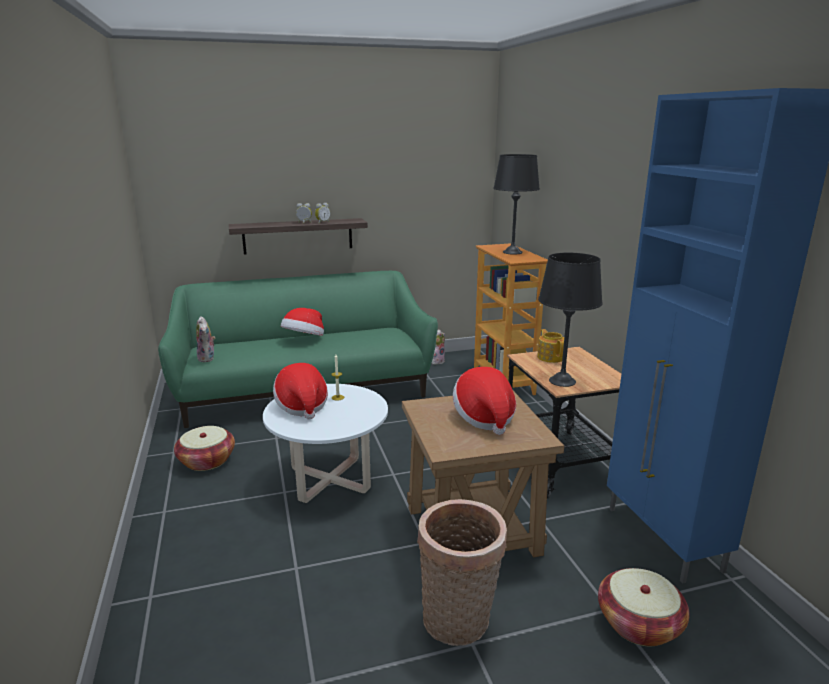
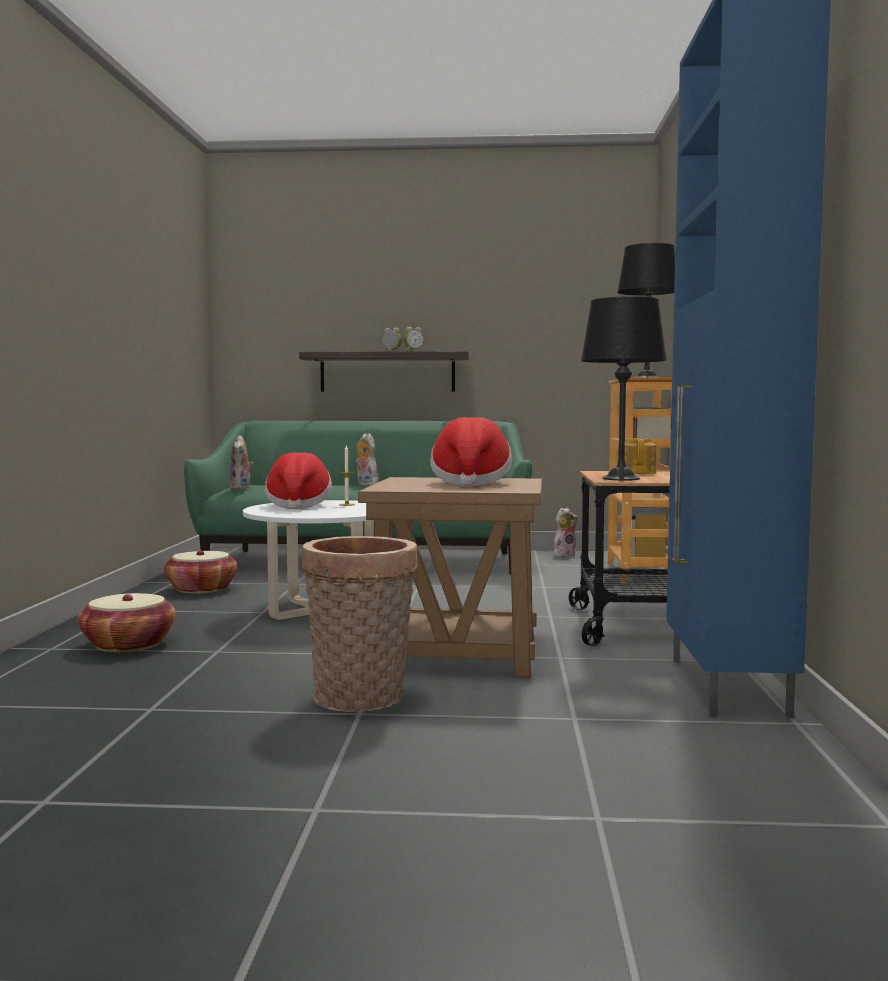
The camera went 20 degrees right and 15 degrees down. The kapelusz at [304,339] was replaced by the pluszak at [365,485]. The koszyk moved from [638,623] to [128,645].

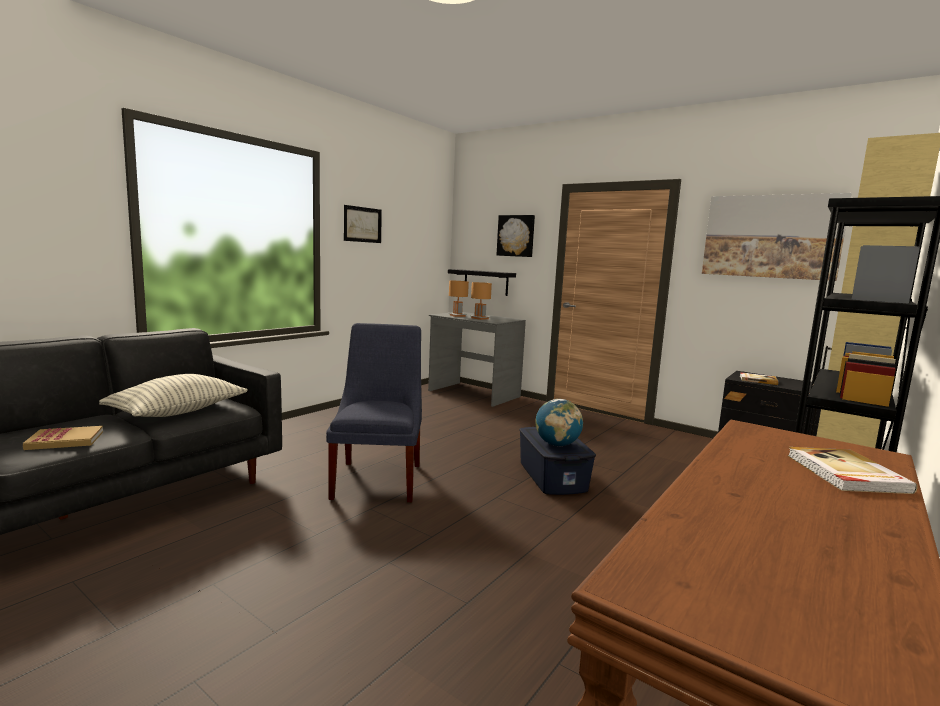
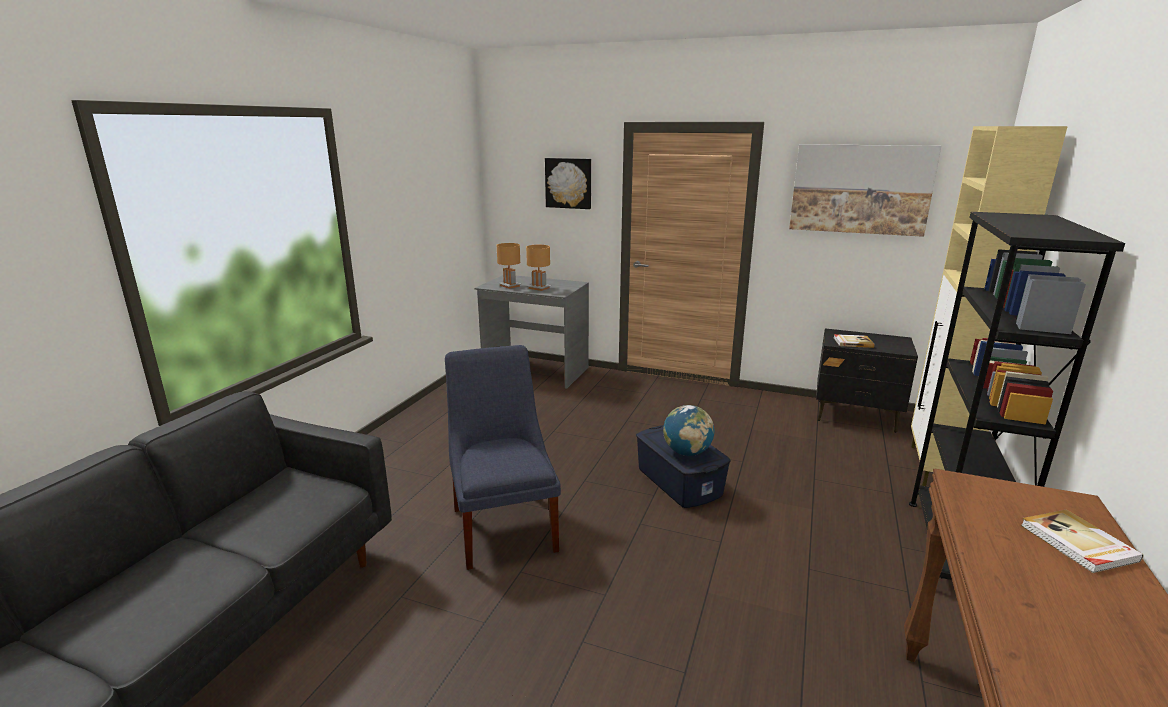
The camera went 15 degrees left and 10 degrees up. The książka at [65,440] disappeared. The poduszka at [178,412] disappeared. The obraz at [362,224] disappeared. The półka/czarny at [486,282] disappeared.

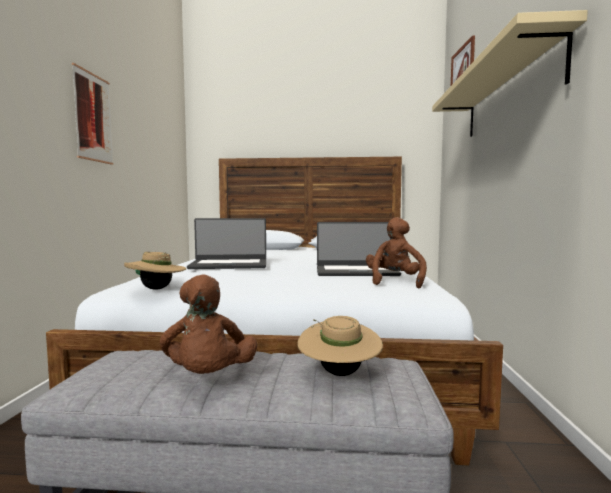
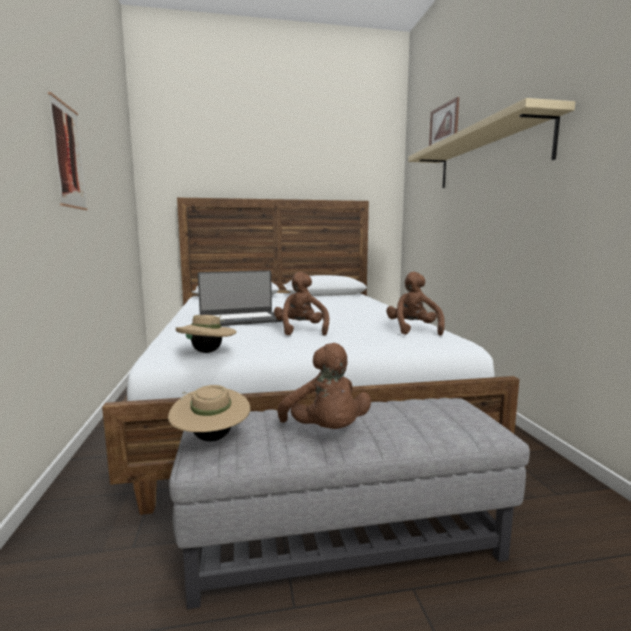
The camera went 15 degrees left and 5 degrees up. The kapelusz/beżowy moved from [339,373] to [211,438]. The laptop at [356,271] disappeared. The pluszak/brązowy at [301,331] appeared.

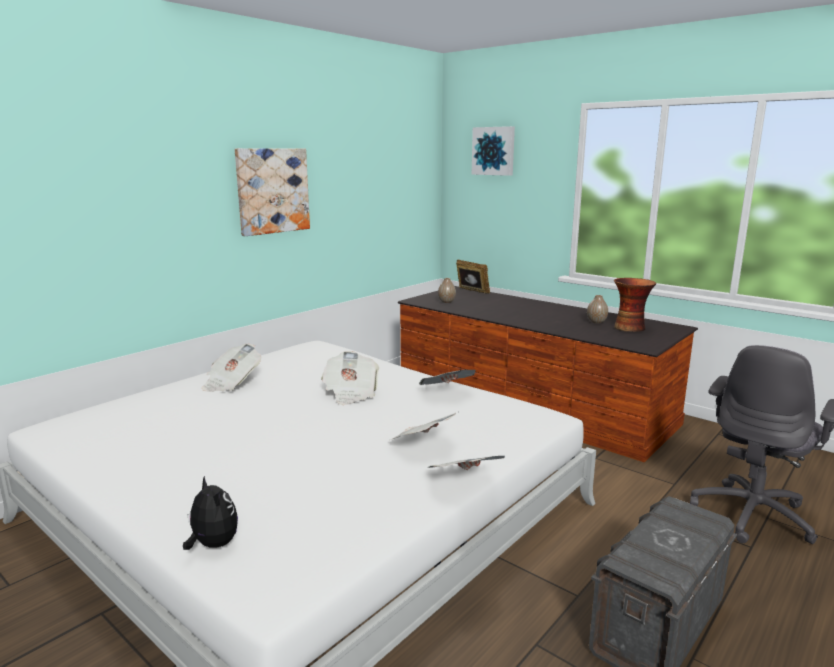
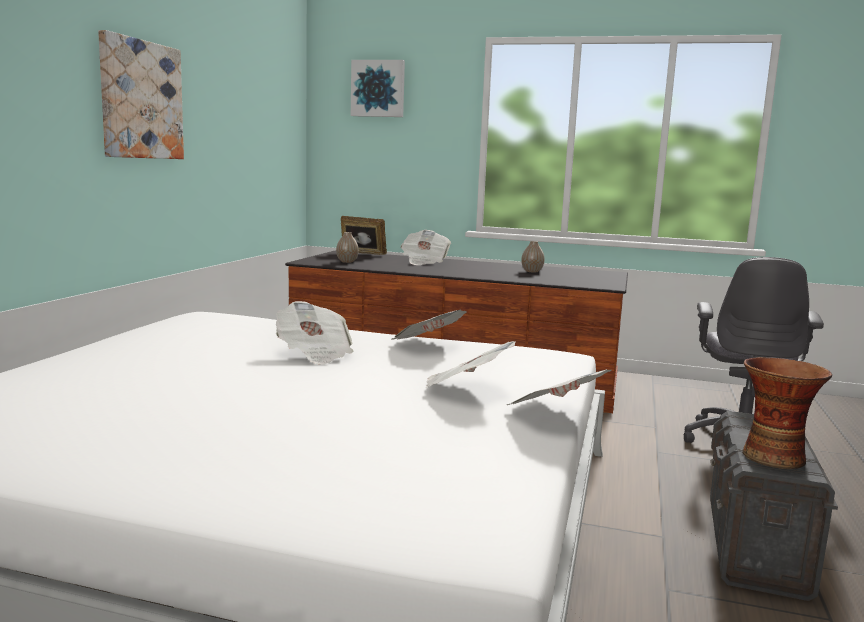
The camera went 25 degrees left and 5 degrees down. The pluszak at [213,544] disappeared. The gazeta moved from [231,383] to [424,262]. The wazon moved from [630,328] to [773,456].

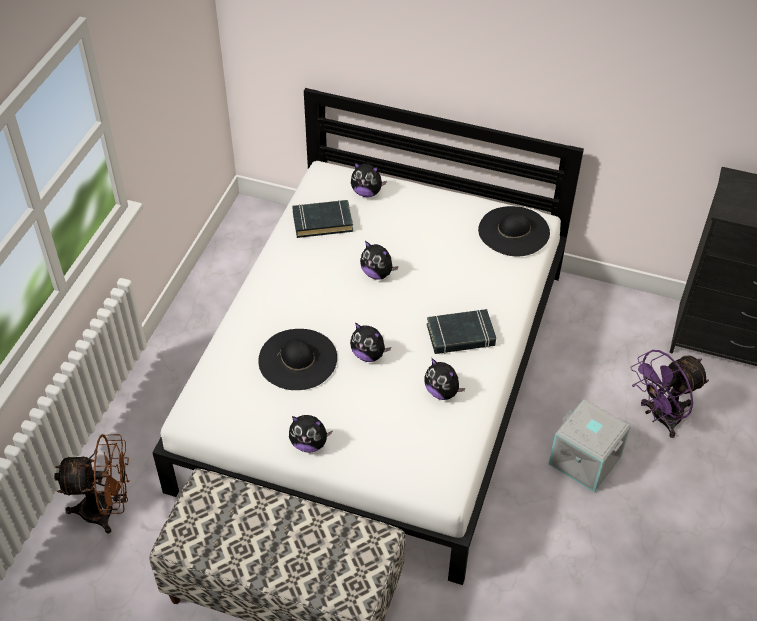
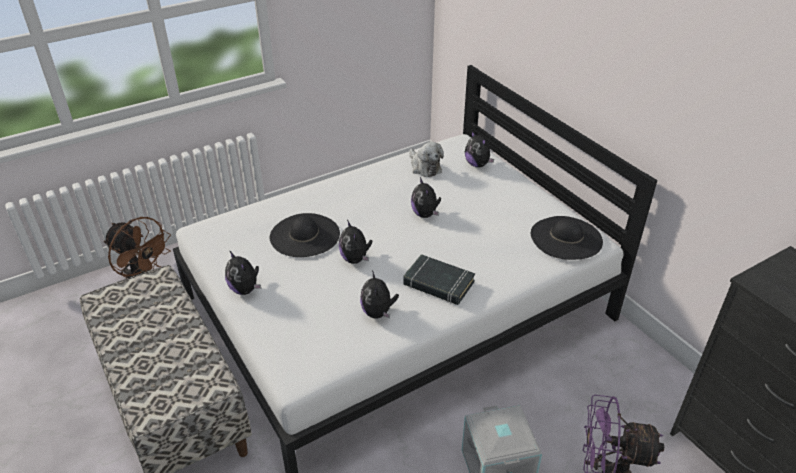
The camera went 40 degrees right and 10 degrees down. The książka/czarny at [322,222] was replaced by the pluszak at [424,167].

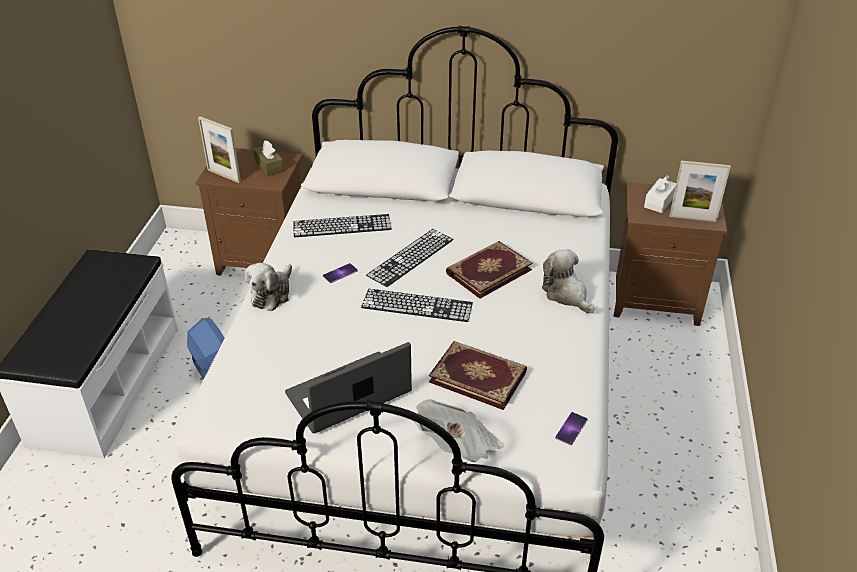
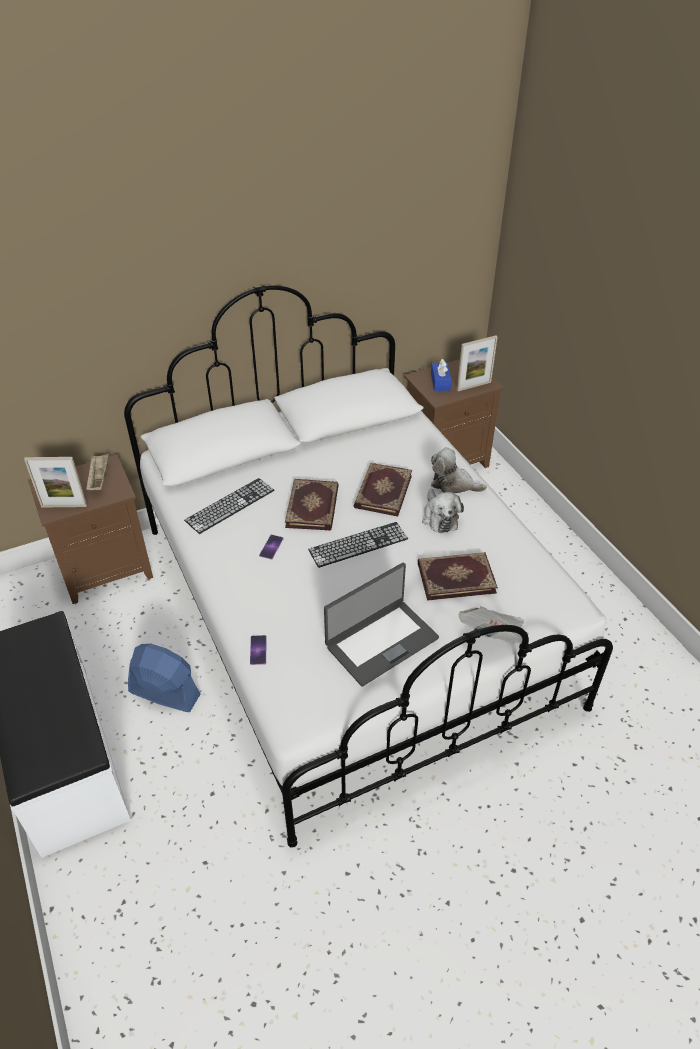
The camera went 35 degrees left and 5 degrees up. The pluszak moved from [272,294] to [439,517]. The pudełko chusteczek/brązowy at [269,166] was replaced by the taca/beżowy at [99,479]. The laptop at [349,394] turned 150 degrees counterclockwise. The klawiatura at [410,257] was replaced by the książka at [313,507]. The telefon moved from [571,428] to [258,650]. The pudełko chusteczek/biały at [659,202] became the pudełko chusteczek/niebieski at [440,382].

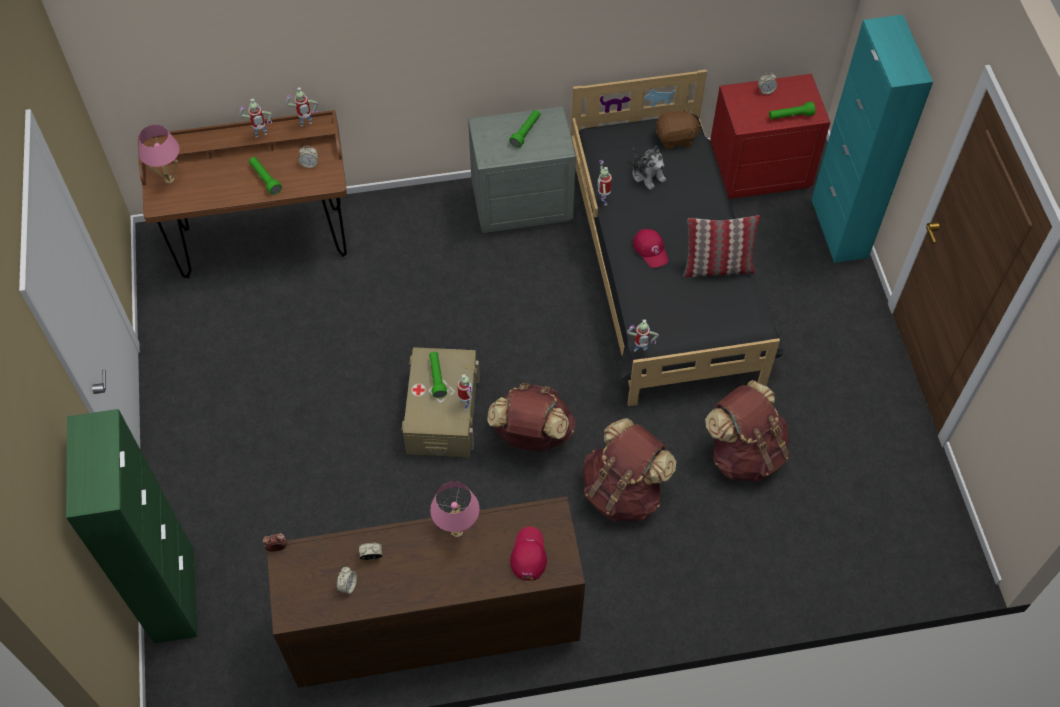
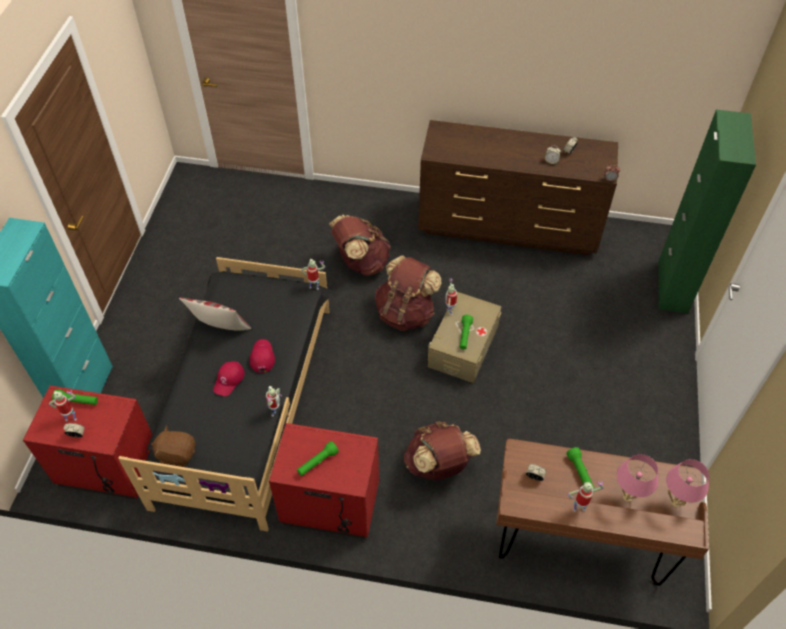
The camera went 160 degrees left and 5 degrees down. The robot zabawkowy moved from [306,125] to [71,418]. The lampa stołowa/różowy moved from [457,532] to [627,497]. The szafka nocna/szary at [521,203] became the szafka nocna/czerwony at [330,505]. The czapka z daszkiem/czerwony moved from [528,554] to [229,380]. The pluszak at [647,175] disappeared. The plecak/brązowy moved from [744,453] to [439,465].

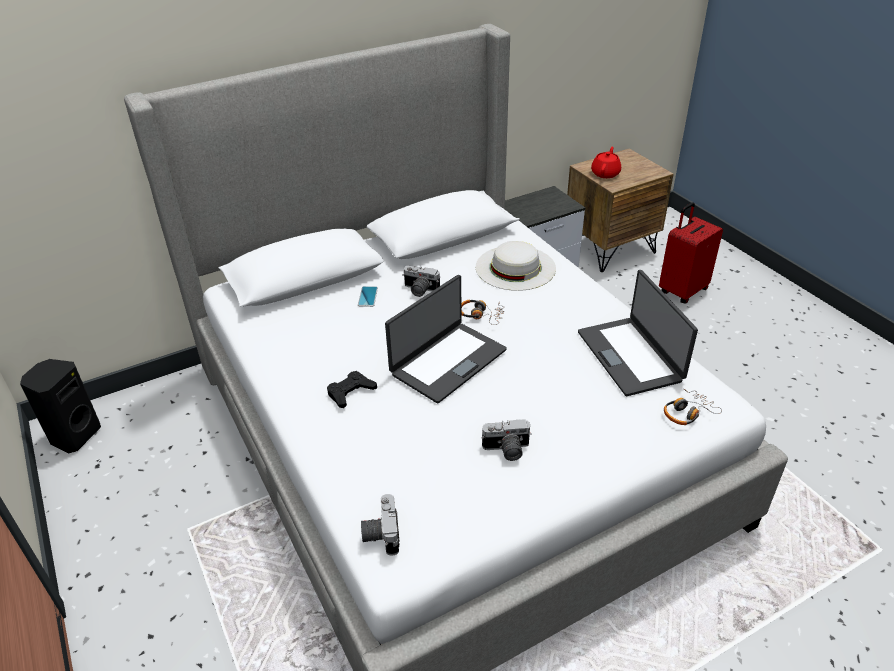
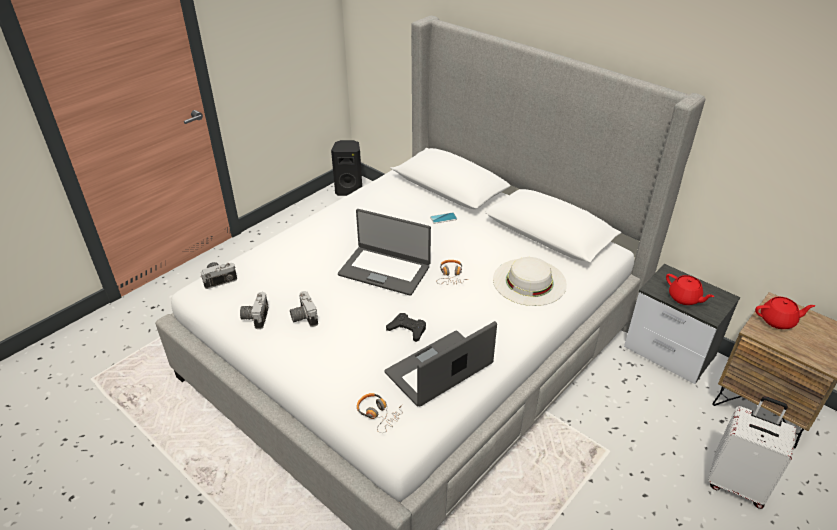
The camera went 70 degrees right and 0 degrees up. The pad do gier/czarny moved from [350,392] to [407,329]. The aparat fotograficzny moved from [419,290] to [255,317]. The walizka/czerwony at [682,291] became the walizka/biały at [736,483]. The imbryk/czerwony at [684,298] appeared.

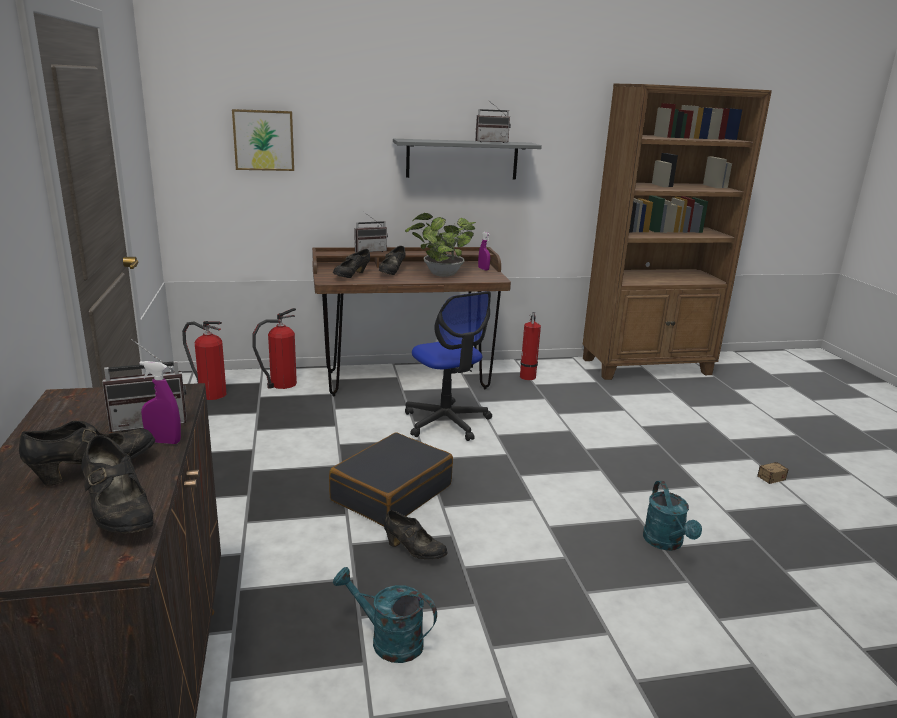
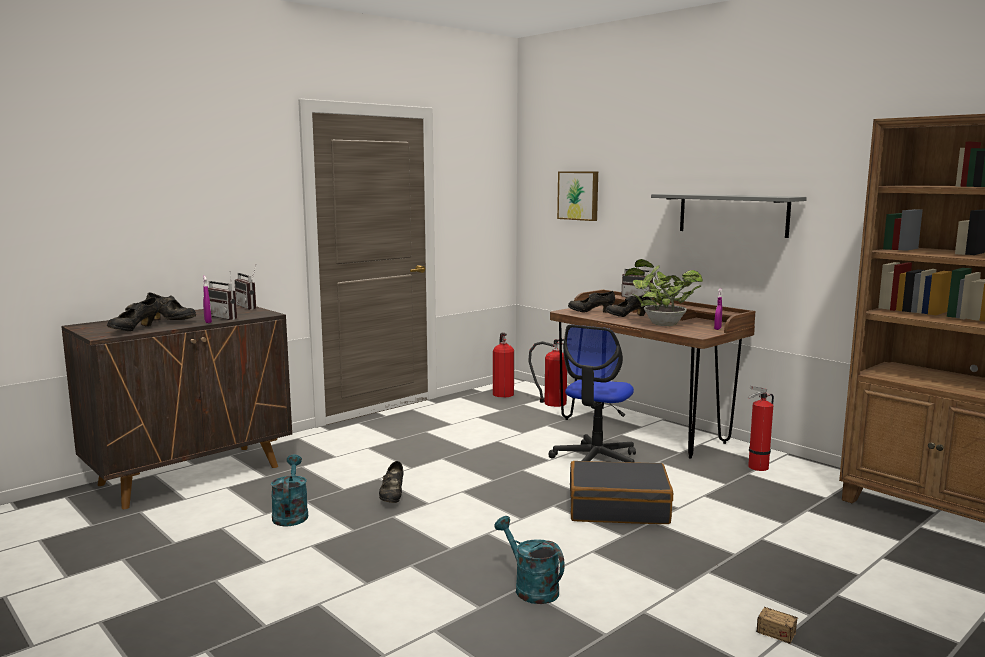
The camera went 60 degrees right and 10 degrees down. The walizka/czarny moved from [391,492] to [618,507]. The radio moved from [491,142] to [250,307]. The konewka/turkusowy at [666,543] turned 90 degrees clockwise.

